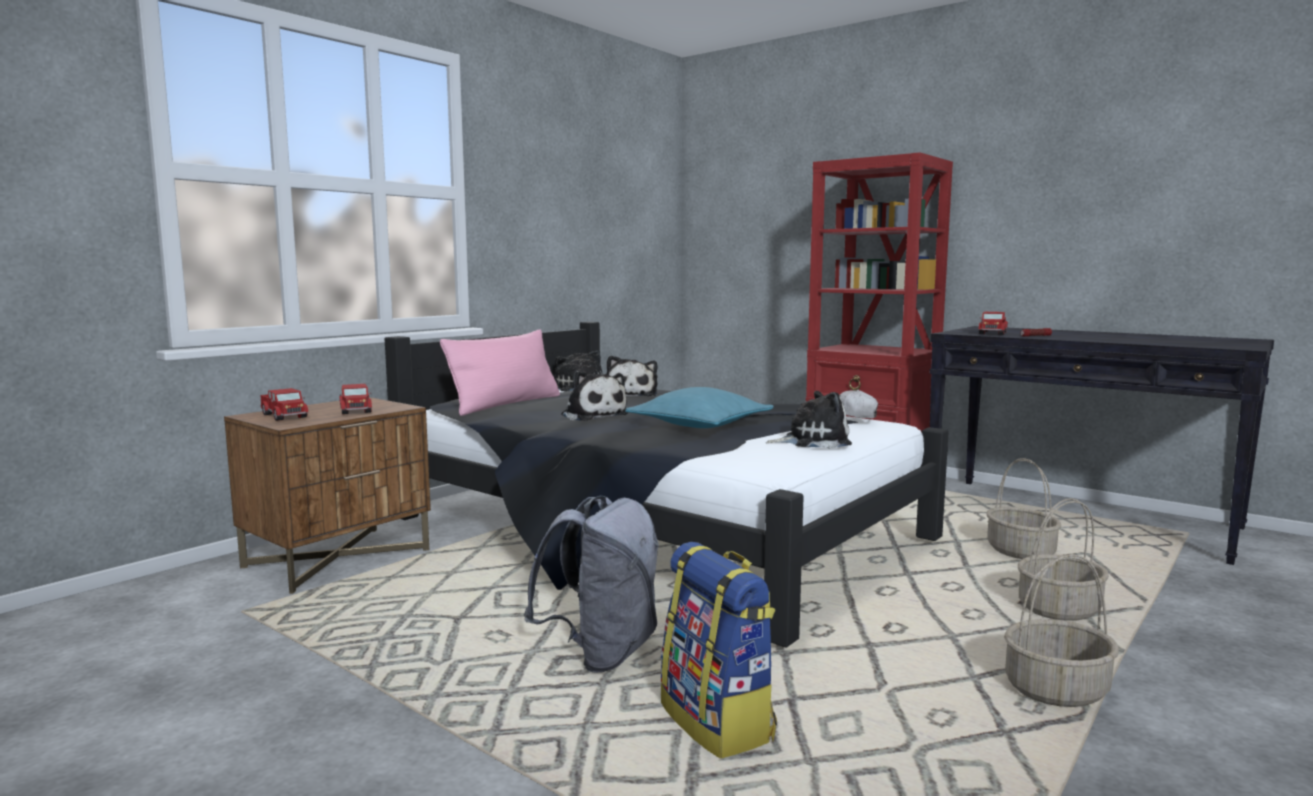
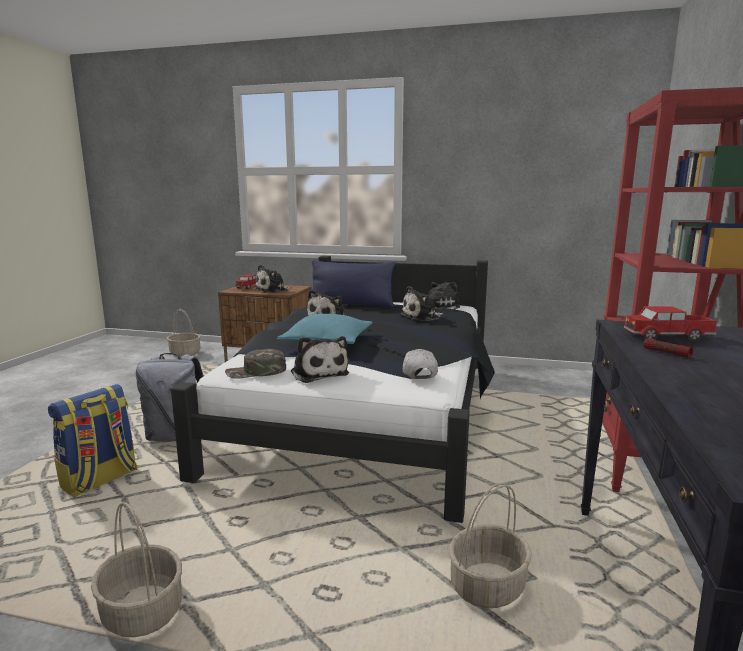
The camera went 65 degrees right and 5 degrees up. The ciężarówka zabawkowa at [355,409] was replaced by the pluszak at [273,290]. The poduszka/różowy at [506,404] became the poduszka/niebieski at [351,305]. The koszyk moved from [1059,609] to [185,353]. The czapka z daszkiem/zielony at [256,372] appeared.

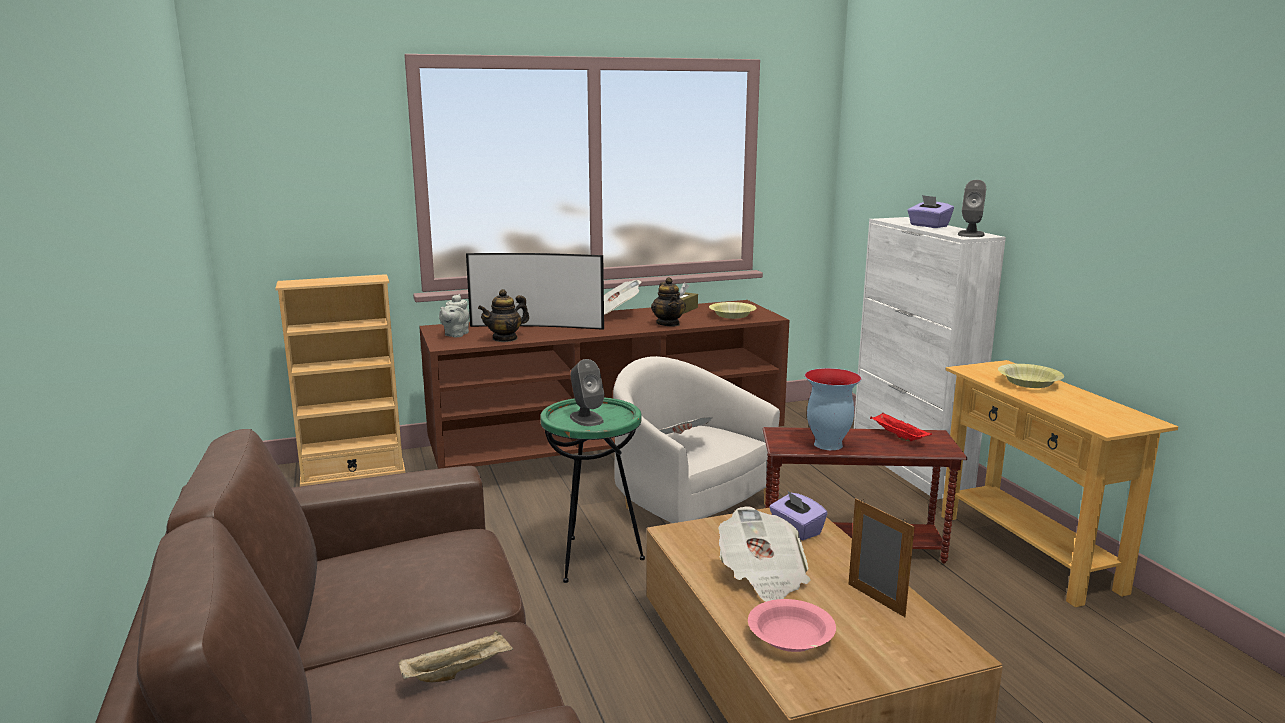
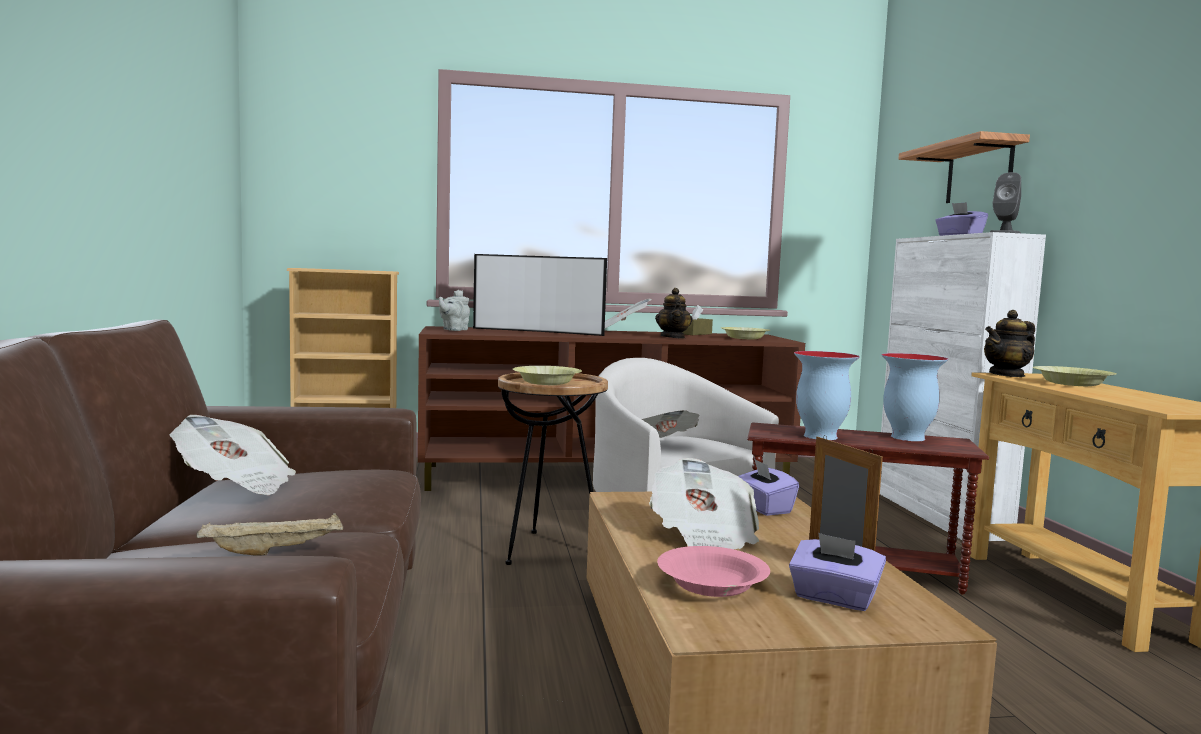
The camera went 10 degrees right and 10 degrees down. The imbryk moved from [505,338] to [1007,375]. The stolik/zielony at [593,559] became the stolik/brązowy at [548,550]. The głośnik/szary at [586,418] was replaced by the miska/żółty at [547,383]. The taca/czerwony at [897,436] was replaced by the wazon at [907,438]. The gazeta at [236,484] appeared. The pudełko chusteczek/fioletowy at [834,598] appeared. The półka at [979,172] appeared.

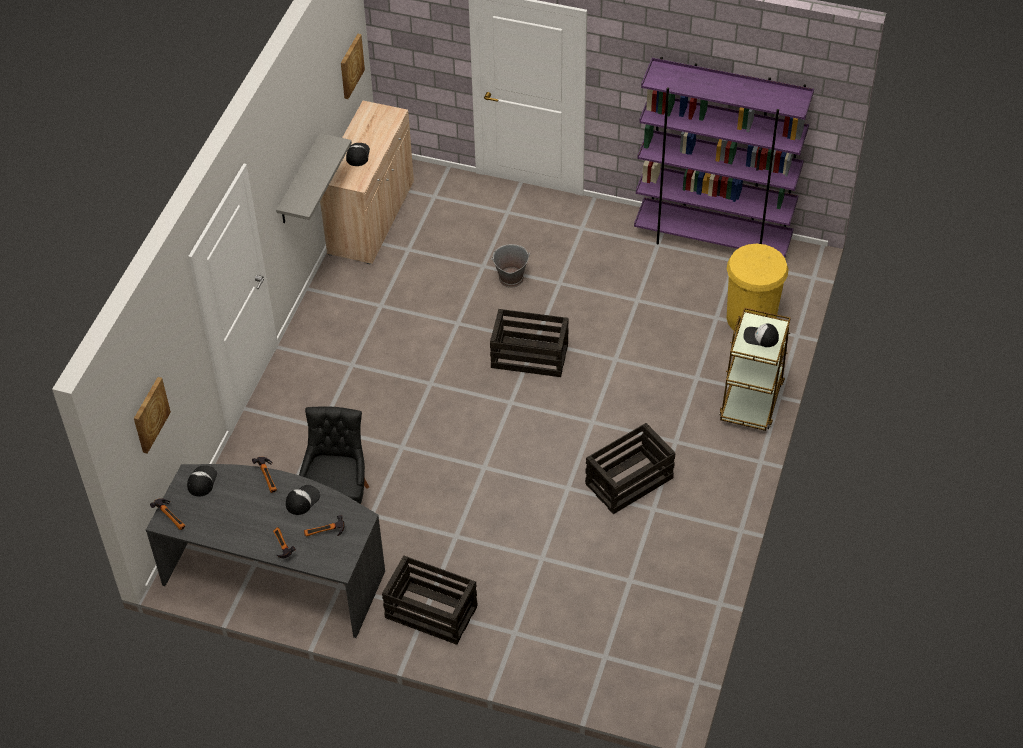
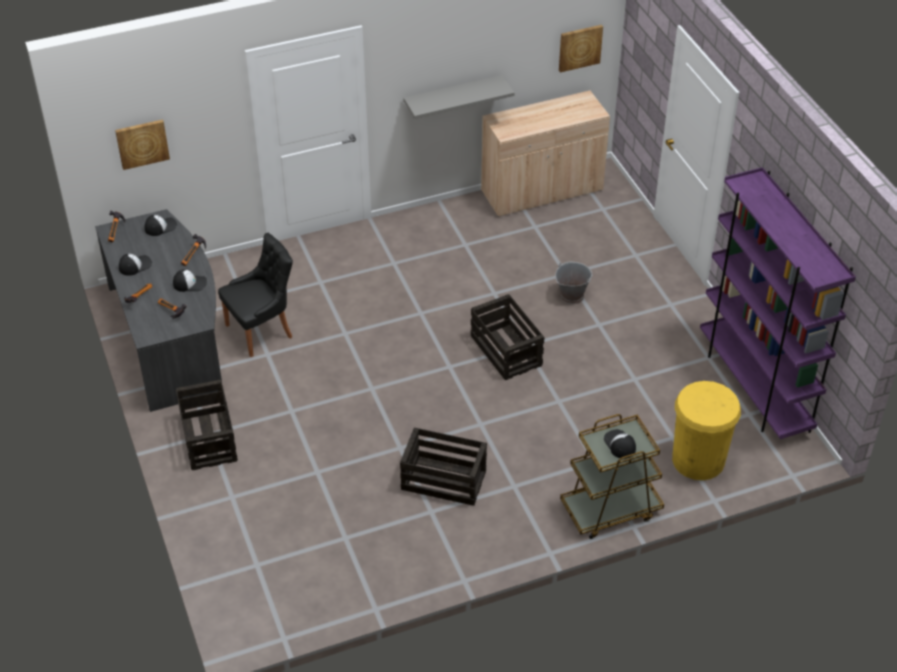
The camera went 50 degrees right and 5 degrees down. The czapka z daszkiem moved from [357,155] to [135,265].

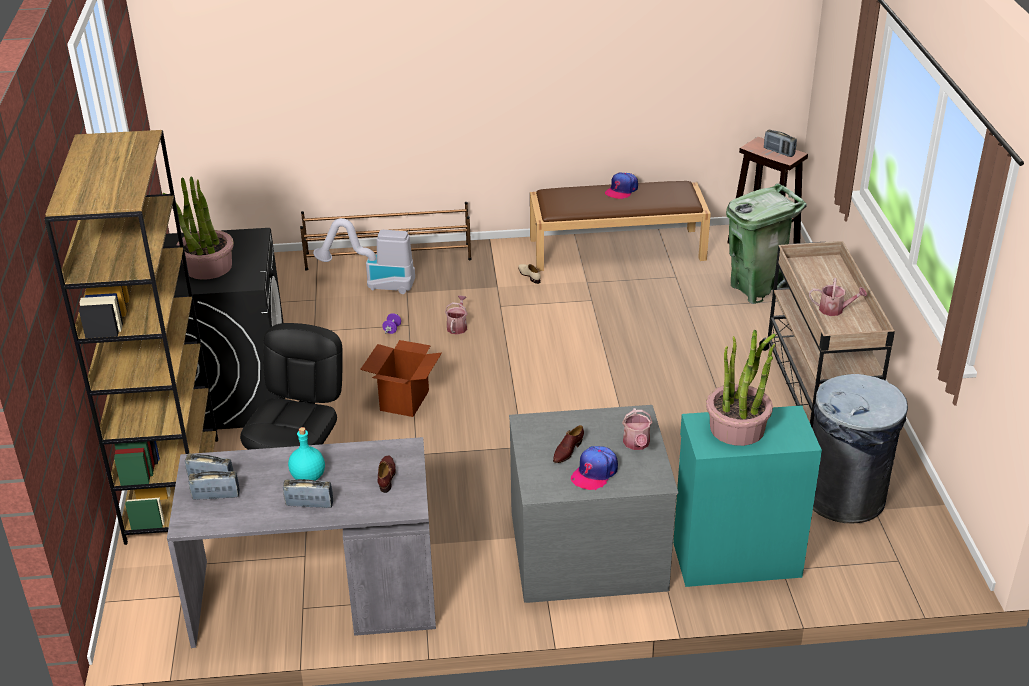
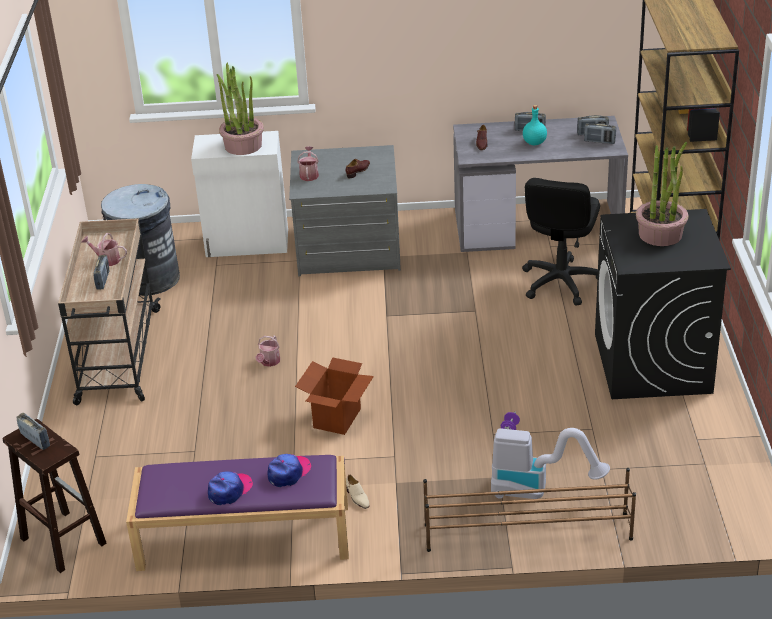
The camera went 175 degrees left and 0 degrees up. The karton moved from [404,400] to [337,418]. The konewka moved from [457,326] to [269,362]. The ławka/brązowy at [618,249] became the ławka/fioletowy at [242,537]. The czapka z daszkiem moved from [594,473] to [289,473]. The szafka/turkusowy at [735,558] became the szafka/biały at [247,244]. The kosz na śmieci/zielony at [757,289] disappeared. The radio at [103,280] appeared.

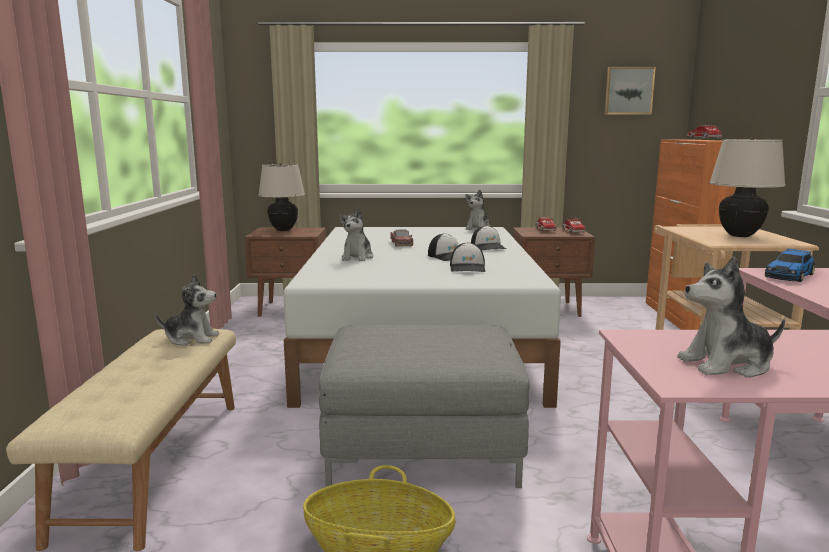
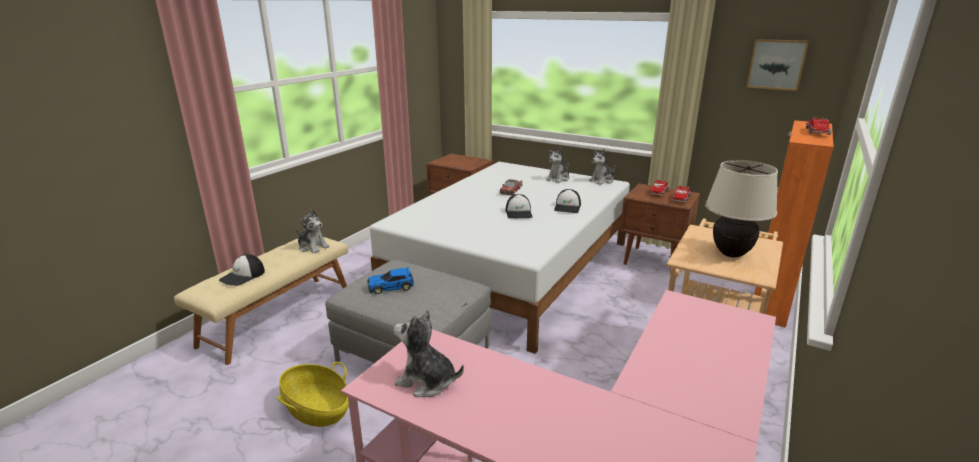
The camera went 30 degrees right and 10 degrees up. The lampa stołowa/beżowy at [283,230] disappeared. The pluszak moved from [357,257] to [558,179]. The czapka z daszkiem moved from [468,268] to [243,276]. The samochodzik moved from [789,276] to [392,287].

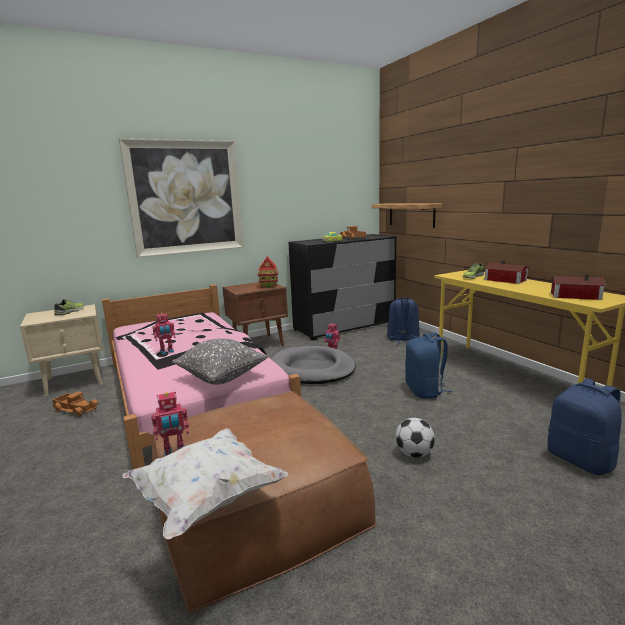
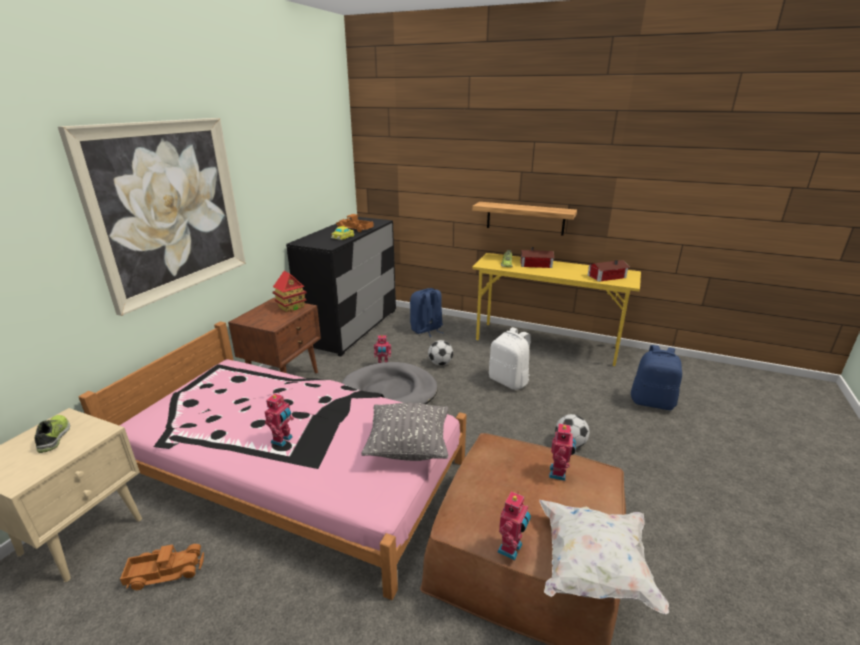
The camera went 40 degrees left and 10 degrees up. The półka moved from [411,214] to [525,218]. The plecak/niebieski at [425,391] became the plecak/biały at [509,381]. The piłka futbolowa at [440,363] appeared. The robot zabawkowy at [559,473] appeared.

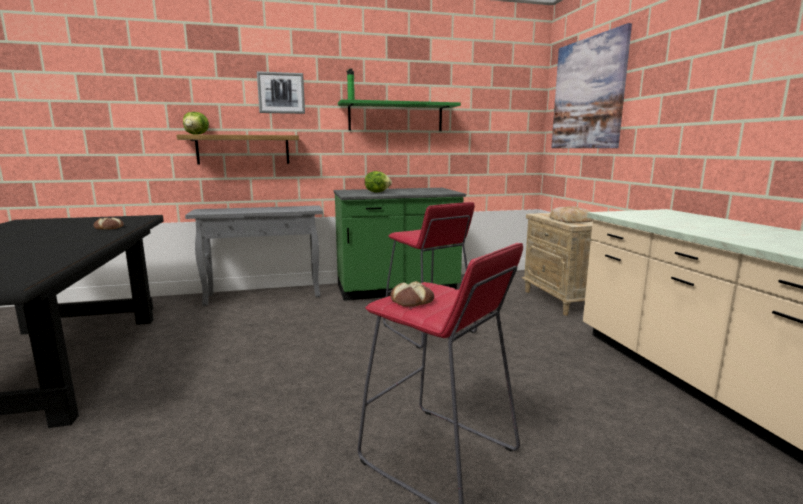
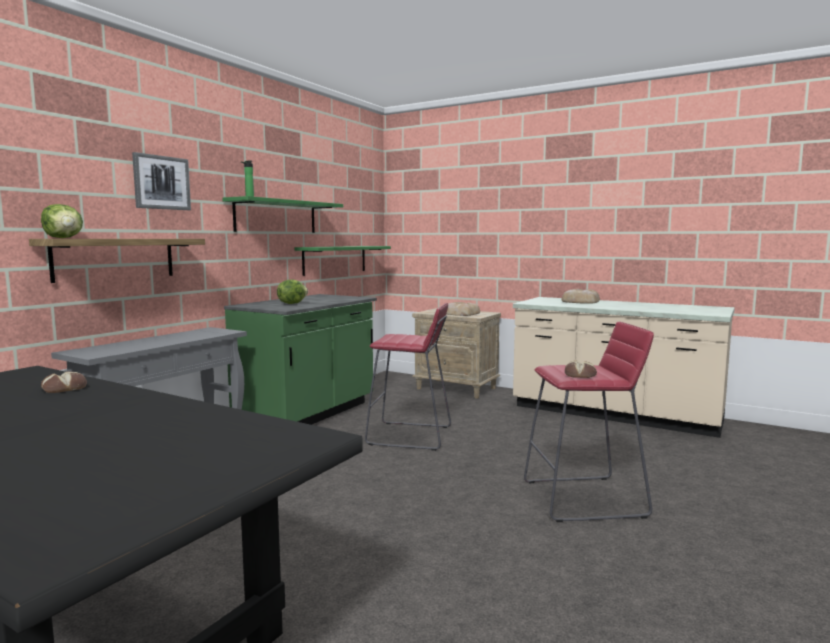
The camera went 45 degrees left and 5 degrees down. The obraz at [588,94] disappeared. The półka/zielony at [335,259] appeared. The chleb at [580,301] appeared.

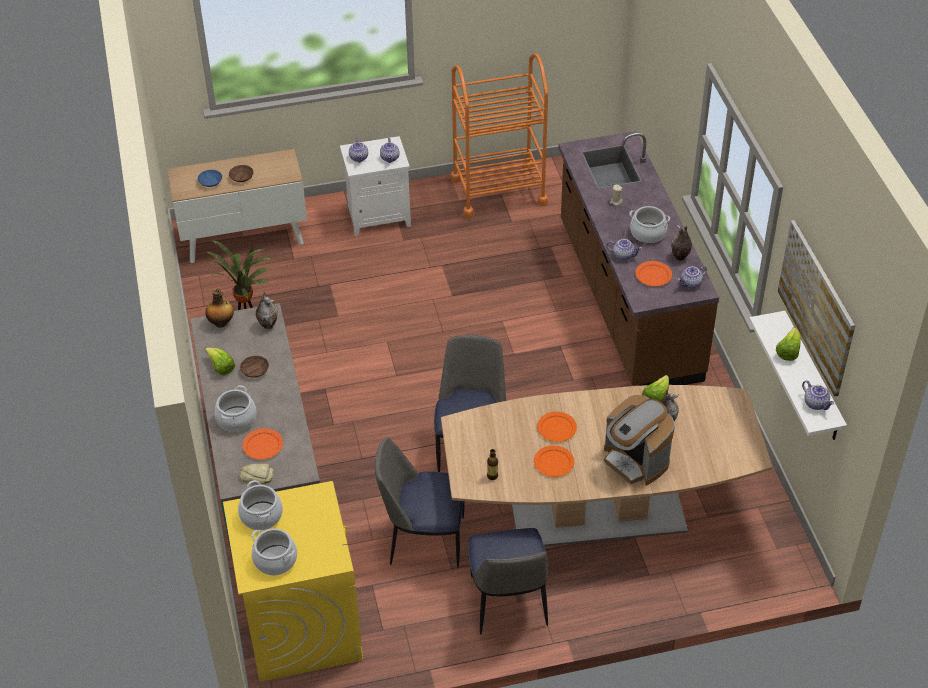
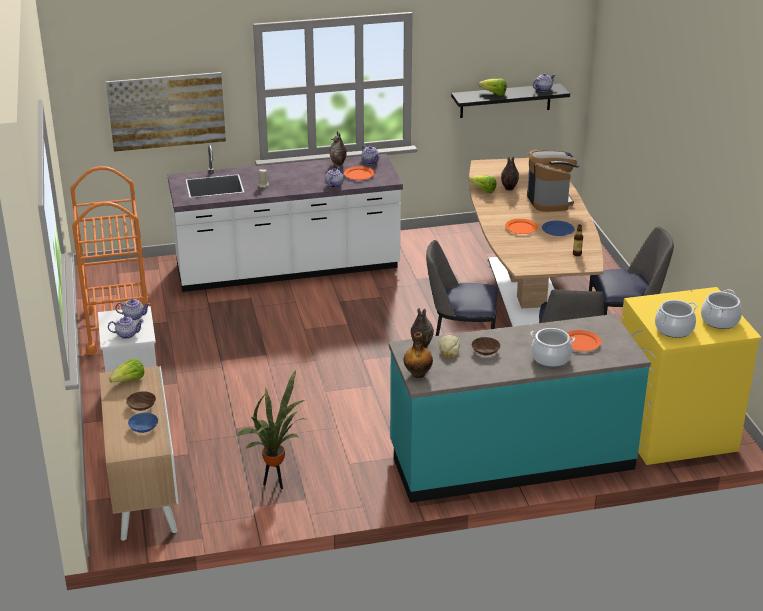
The camera went 90 degrees left and 15 degrees down. The sałata moved from [221,368] to [129,381]. The chleb moved from [257,475] to [448,350]. The talerz/pomarańczowy at [553,463] became the talerz/niebieski at [558,230]. The zabudowa kuchenna/brązowy at [627,301] became the zabudowa kuchenna/biały at [288,269]. The ekspres do kawy at [635,461] turned 60 degrees counterclockwise. The garnek at [648,233] disappeared. The półka/biały at [812,378] became the półka/czarny at [505,100]. The obraz moved from [816,307] to [166,111].

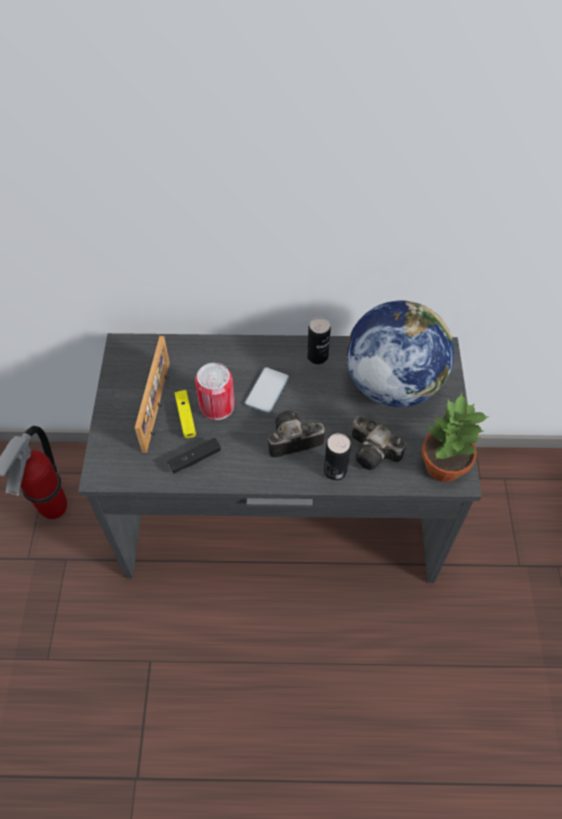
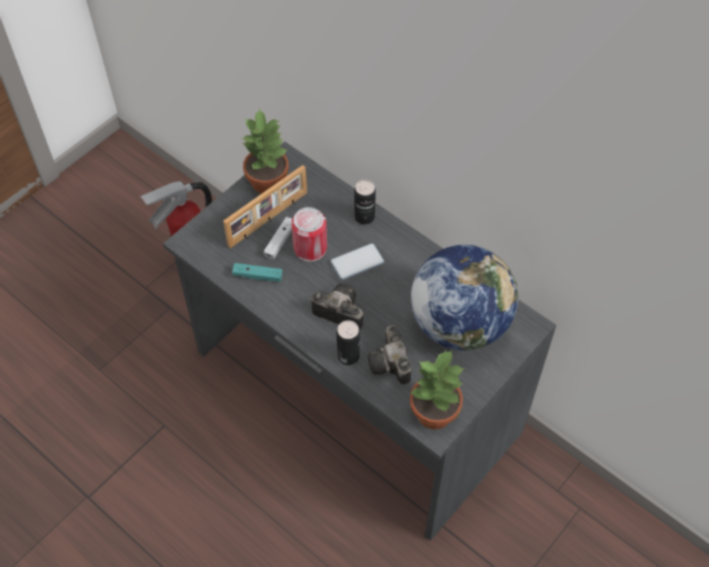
The camera went 40 degrees right and 0 degrees up. The pad do gier/czarny at [195,459] became the pad do gier/turkusowy at [258,276]. The pad do gier/żółty at [185,417] became the pad do gier/biały at [280,241]. The puszka moved from [317,356] to [364,217]. The roślina doniczkowa at [268,181] appeared.

